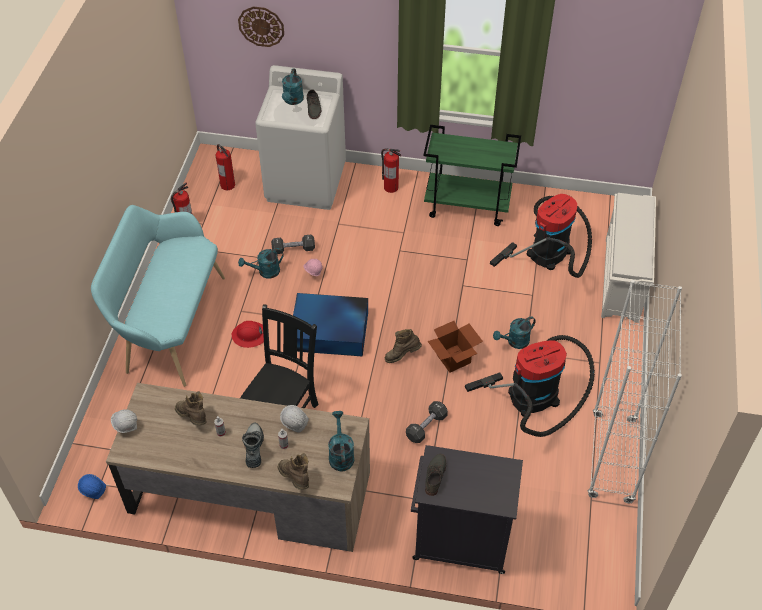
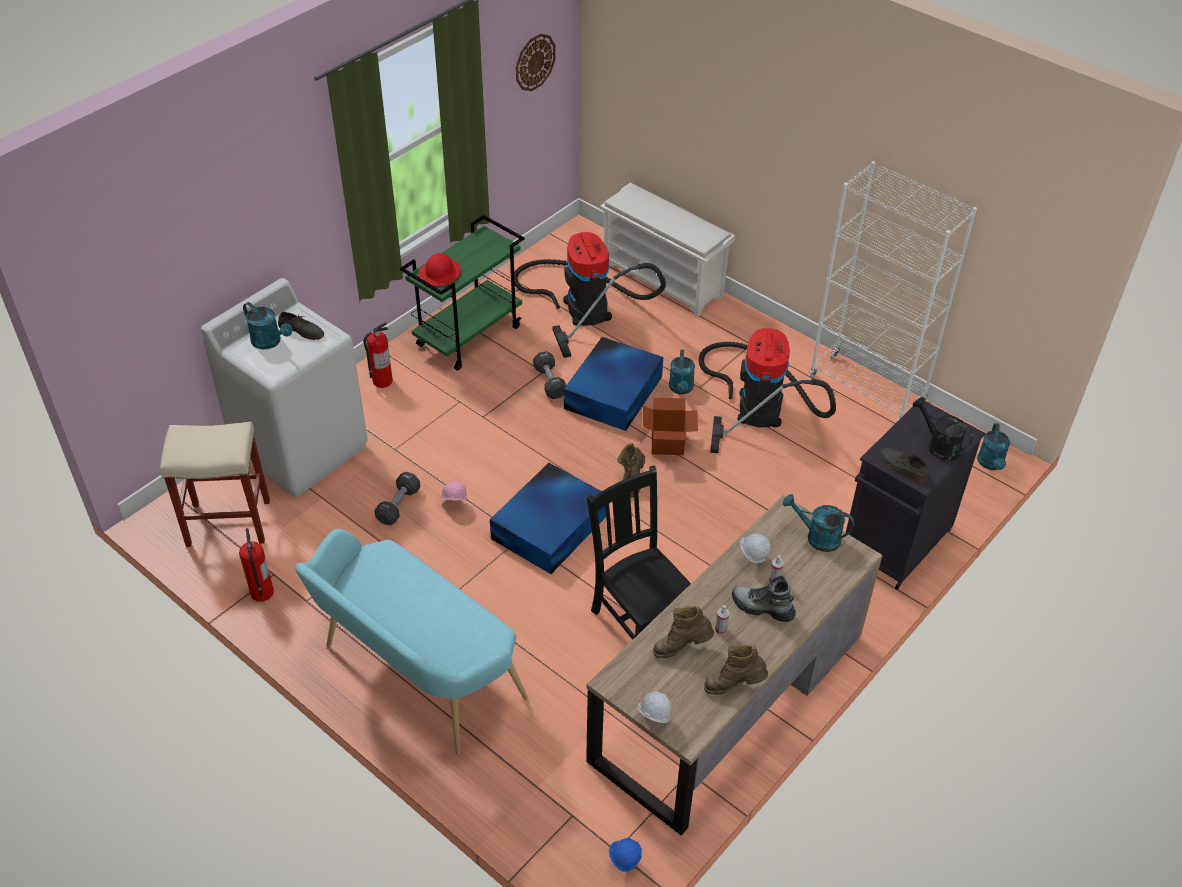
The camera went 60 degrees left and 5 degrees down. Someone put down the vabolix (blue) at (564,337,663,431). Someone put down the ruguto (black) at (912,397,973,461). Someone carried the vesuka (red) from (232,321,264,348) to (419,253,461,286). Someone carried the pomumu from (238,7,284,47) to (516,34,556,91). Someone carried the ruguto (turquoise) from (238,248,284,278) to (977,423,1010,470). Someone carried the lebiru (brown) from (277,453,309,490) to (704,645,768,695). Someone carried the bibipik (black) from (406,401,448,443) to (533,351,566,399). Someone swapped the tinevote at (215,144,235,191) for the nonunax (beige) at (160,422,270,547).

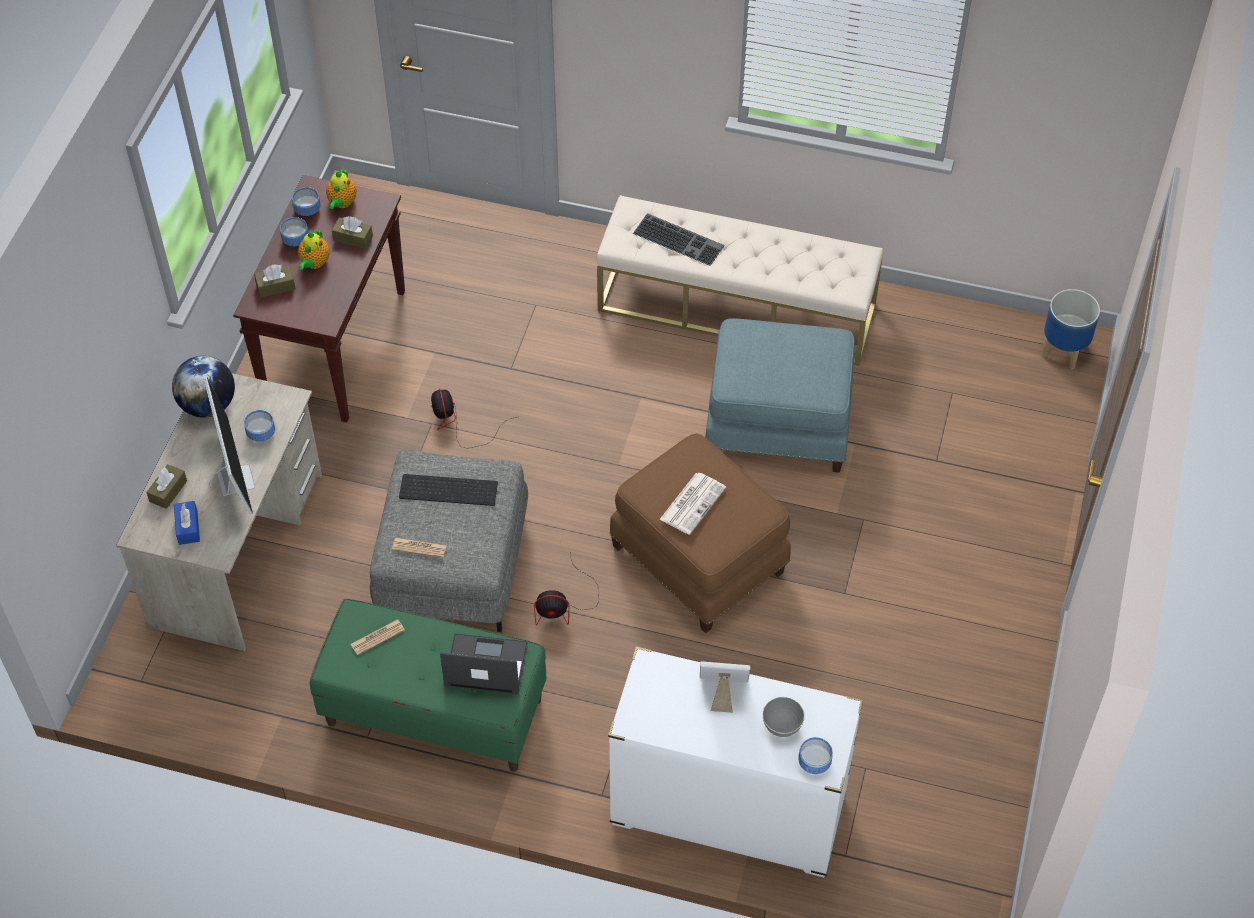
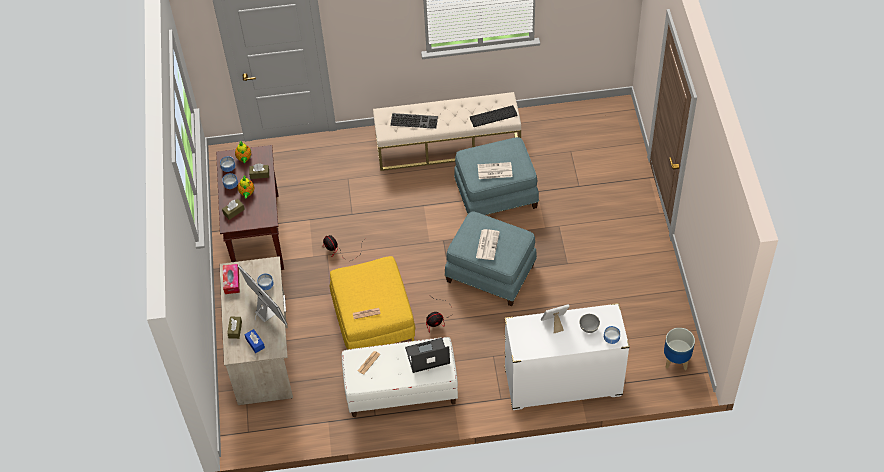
The camera went 20 degrees left and 0 degrees up. Someone put down the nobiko at (478,162,513,179). Someone carried the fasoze from (399,474,498,506) to (470,105,518,127). Someone carried the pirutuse from (1041,289,1100,370) to (664,328,695,370). Someone swapped the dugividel at (172,356,235,418) for the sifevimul at (223,264,240,294). Someone repainted the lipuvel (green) at (310,599,546,772), which became the lipuvel (white) at (342,337,458,417). Someone repainted the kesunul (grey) at (370,450,528,632), which became the kesunul (yellow) at (330,256,415,349). Someone repainted the kesunul (brown) at (610,433,791,633), which became the kesunul (blue) at (445,212,537,306).

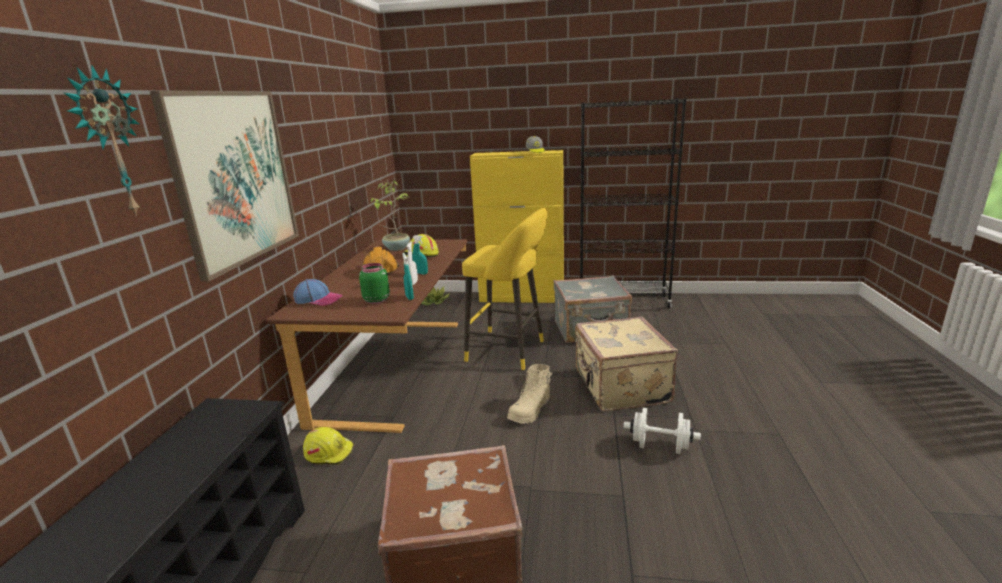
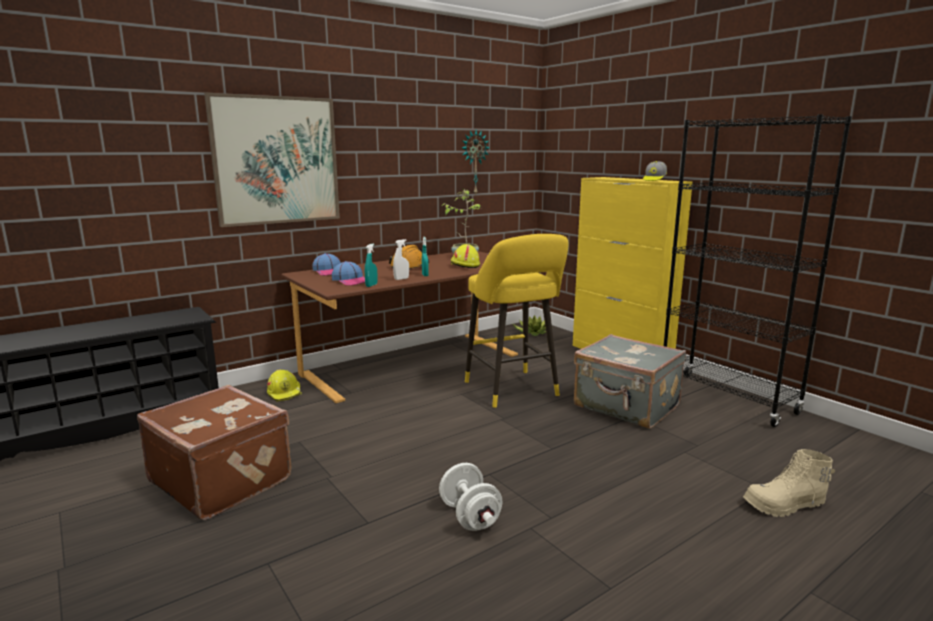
The camera went 45 degrees right and 5 degrees down. Someone took away the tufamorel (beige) at (575,317,678,411). Someone carried the pomumu from (63,64,140,216) to (462,130,489,196). Someone carried the lebiru (beige) from (507,364,552,424) to (743,449,835,517). Someone swapped the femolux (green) at (359,263,390,304) for the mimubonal at (332,261,365,286).

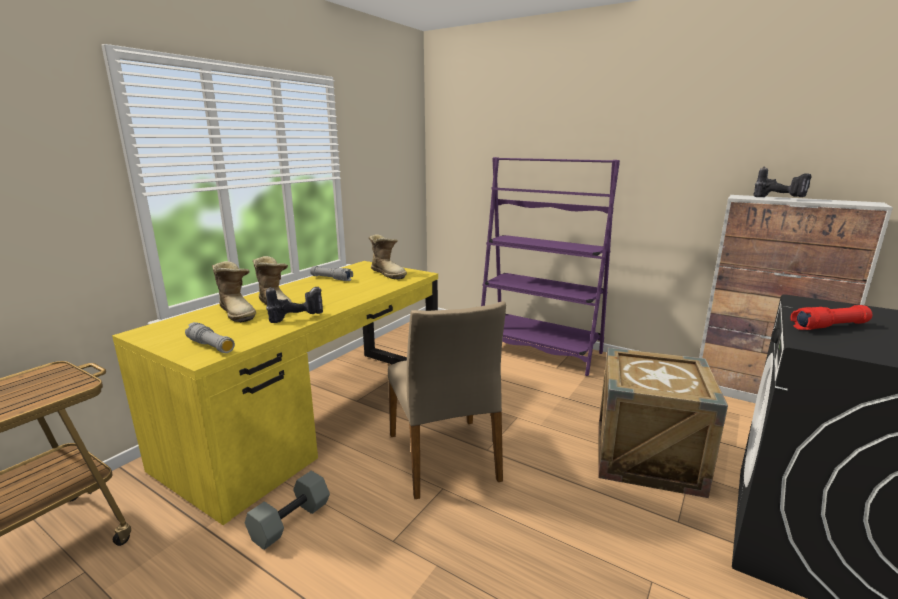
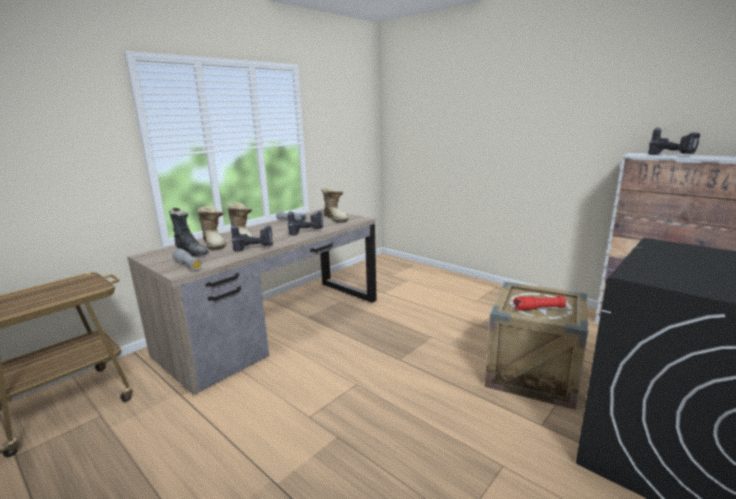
The camera went 10 degrees right and 0 degrees up. Someone took away the bibipik (grey) at (245,471,330,550). Someone took away the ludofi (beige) at (388,301,506,499). Someone took away the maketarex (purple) at (481,157,620,376). Someone put down the lebiru (black) at (169,208,209,256). Someone put down the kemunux at (288,211,323,235). Someone carried the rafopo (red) from (790,305,873,330) to (513,296,566,310). Someone repainted the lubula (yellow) at (112,261,438,525), which became the lubula (brown) at (127,209,377,395).

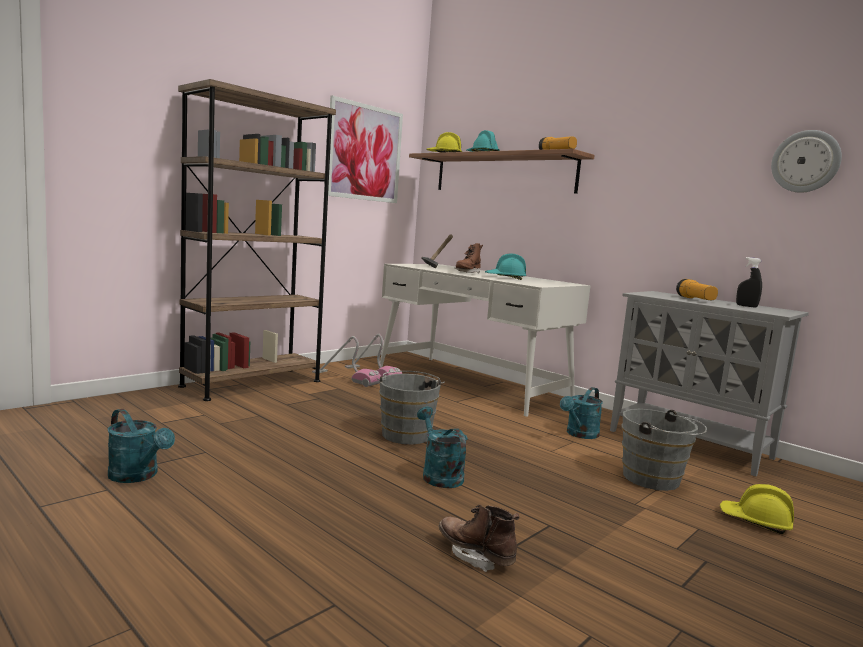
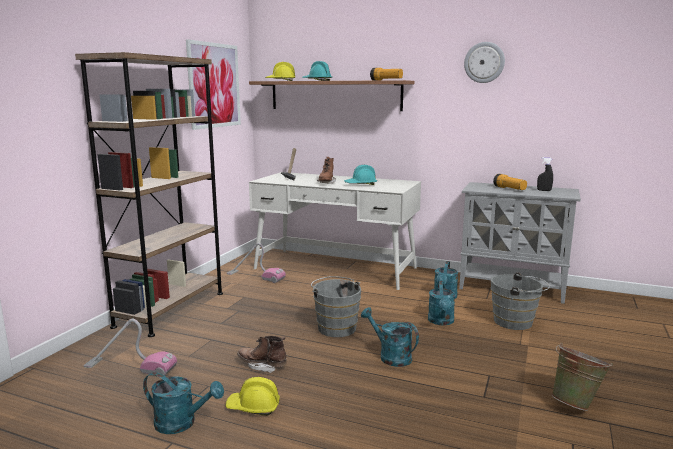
The camera went 20 degrees left and 5 degrees up. Someone put down the ruguto (turquoise) at (428,281,455,325). Someone put down the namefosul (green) at (552,343,613,411). Someone carried the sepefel from (312,336,381,387) to (83,319,177,376). Someone carried the lebiru (brown) from (438,505,519,572) to (237,336,287,373). Someone carried the vesuka (yellow) from (720,484,794,534) to (225,377,280,416). Someone carried the pomumu from (771,130,842,193) to (464,42,505,83).

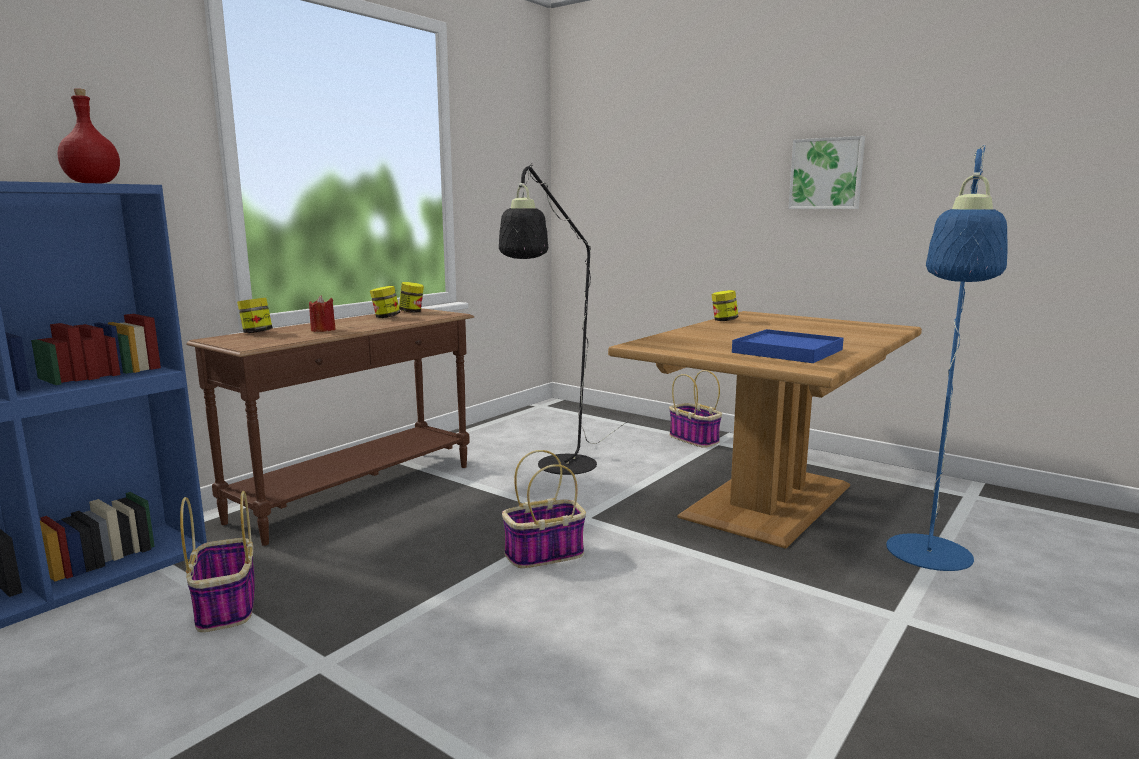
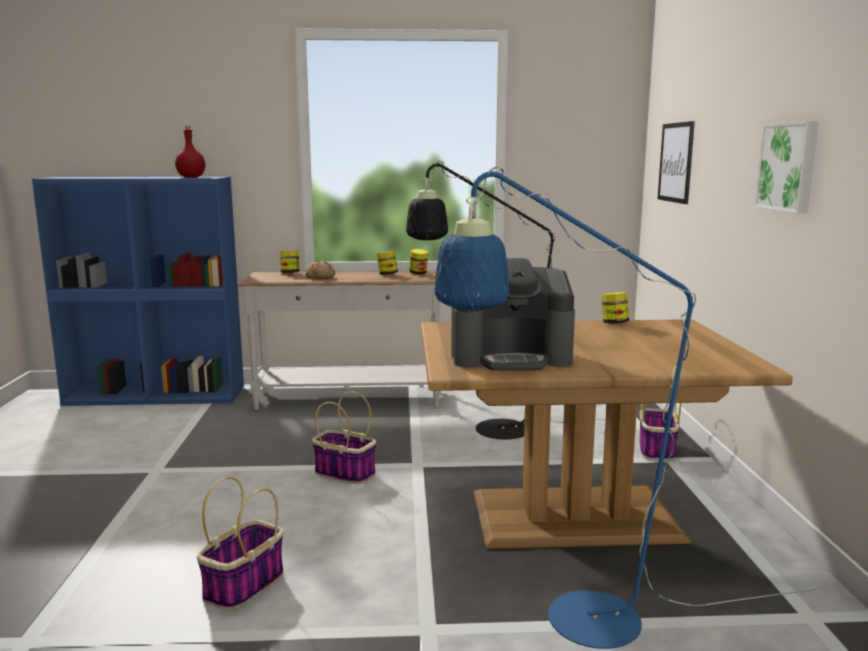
The camera went 50 degrees right and 0 degrees up. Someone put up the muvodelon at (658,121,695,204). Someone carried the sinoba from (180,491,255,632) to (197,477,284,610). Someone swapped the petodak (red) at (309,295,336,332) for the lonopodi at (305,261,335,279). Someone swapped the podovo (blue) at (732,329,844,363) for the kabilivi at (451,258,575,370). Someone repainted the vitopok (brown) at (186,308,474,546), which became the vitopok (white) at (238,271,441,410).

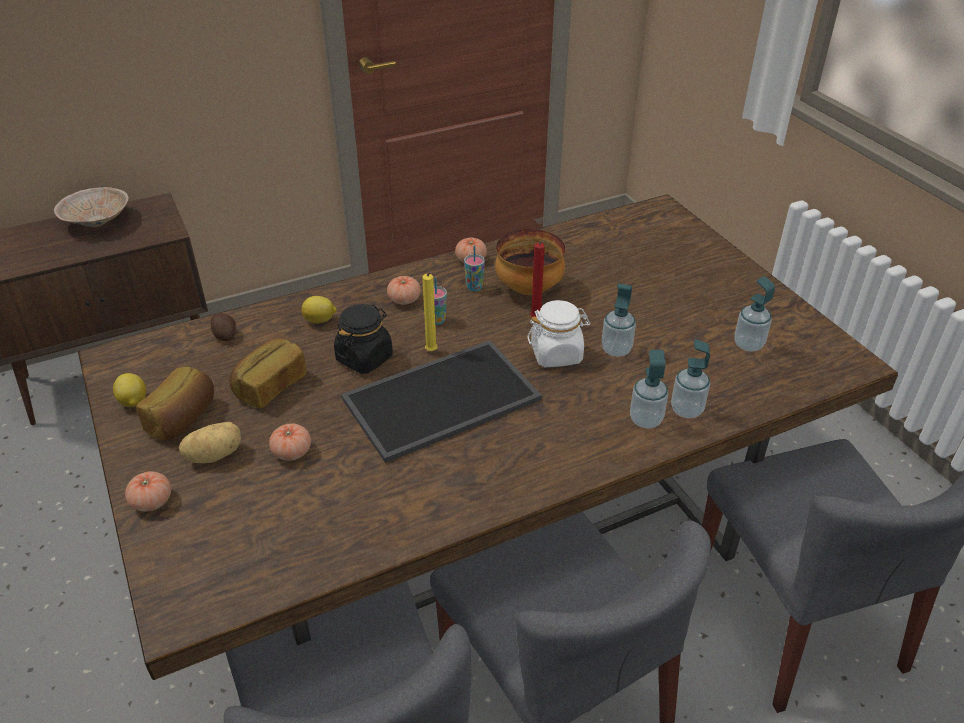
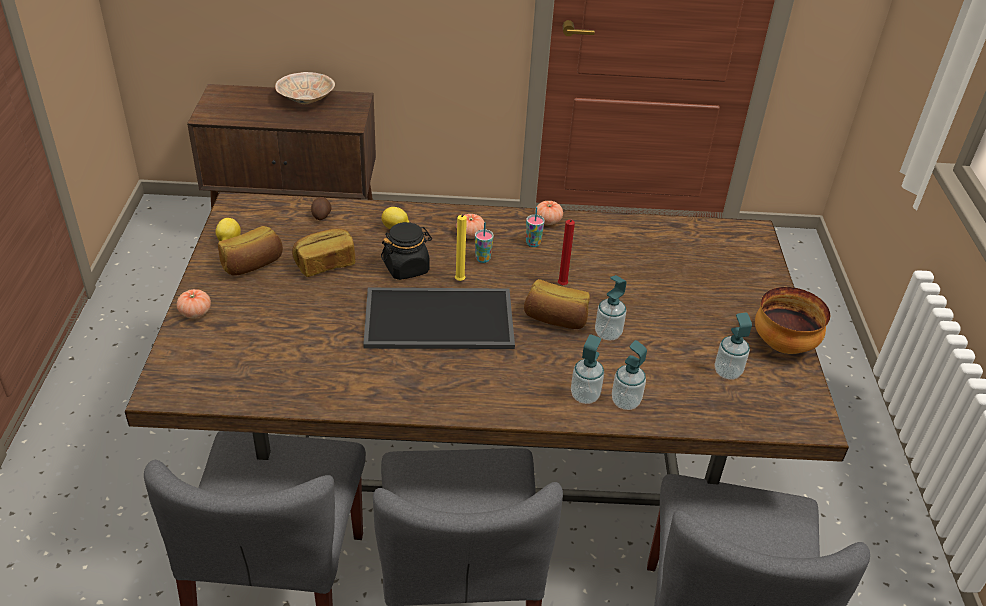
The camera went 25 degrees right and 0 degrees up. Someone took away the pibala at (179,422,241,463). Someone took away the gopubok at (269,423,311,461). Someone carried the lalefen from (495,229,566,295) to (755,287,830,354). Someone swapped the femolux (white) at (527,300,590,367) for the lonopodi at (524,279,590,329).

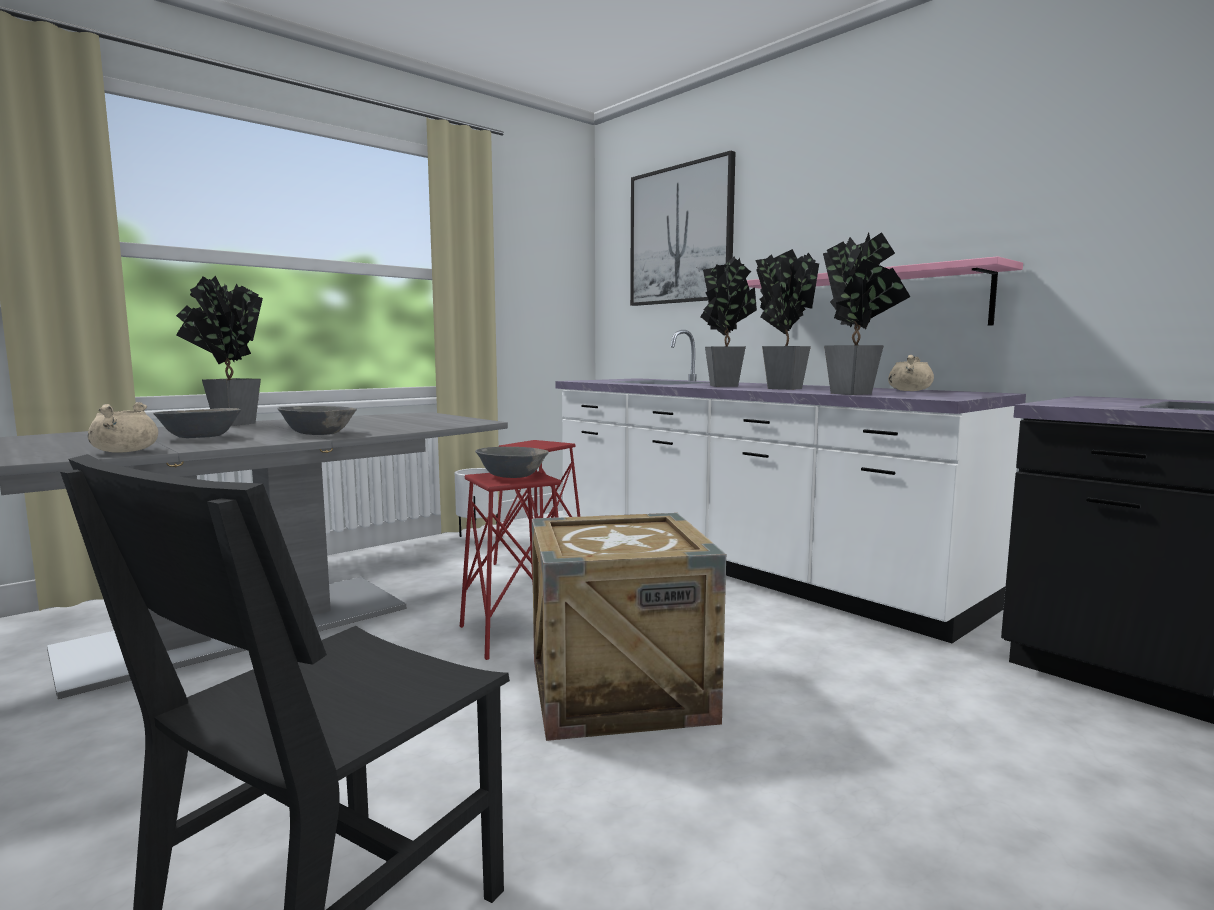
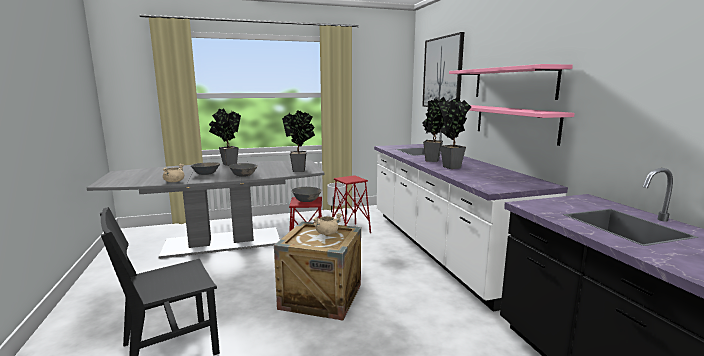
The camera went 25 degrees right and 5 degrees up. Someone put up the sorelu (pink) at (449,64,573,100). Someone carried the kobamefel from (823,232,911,395) to (282,110,315,172). Someone carried the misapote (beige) from (888,355,934,391) to (313,213,342,235).

